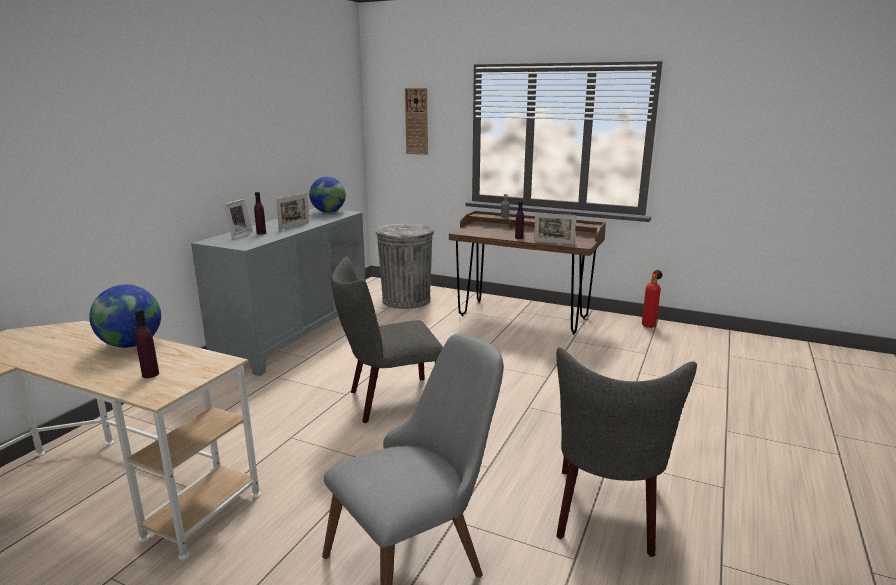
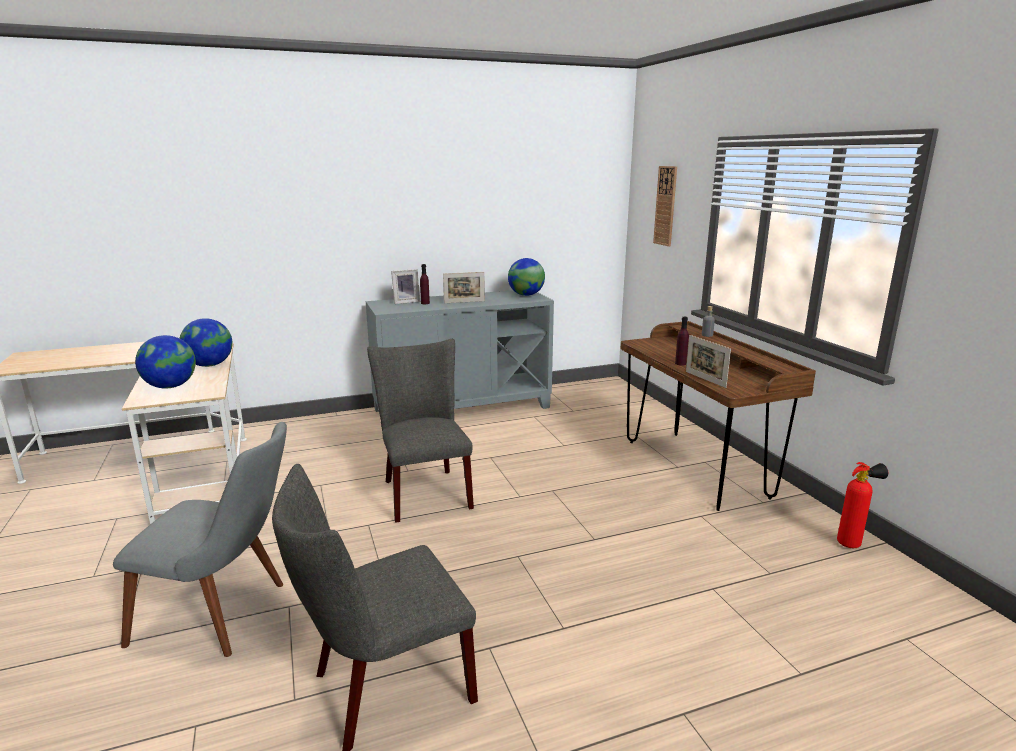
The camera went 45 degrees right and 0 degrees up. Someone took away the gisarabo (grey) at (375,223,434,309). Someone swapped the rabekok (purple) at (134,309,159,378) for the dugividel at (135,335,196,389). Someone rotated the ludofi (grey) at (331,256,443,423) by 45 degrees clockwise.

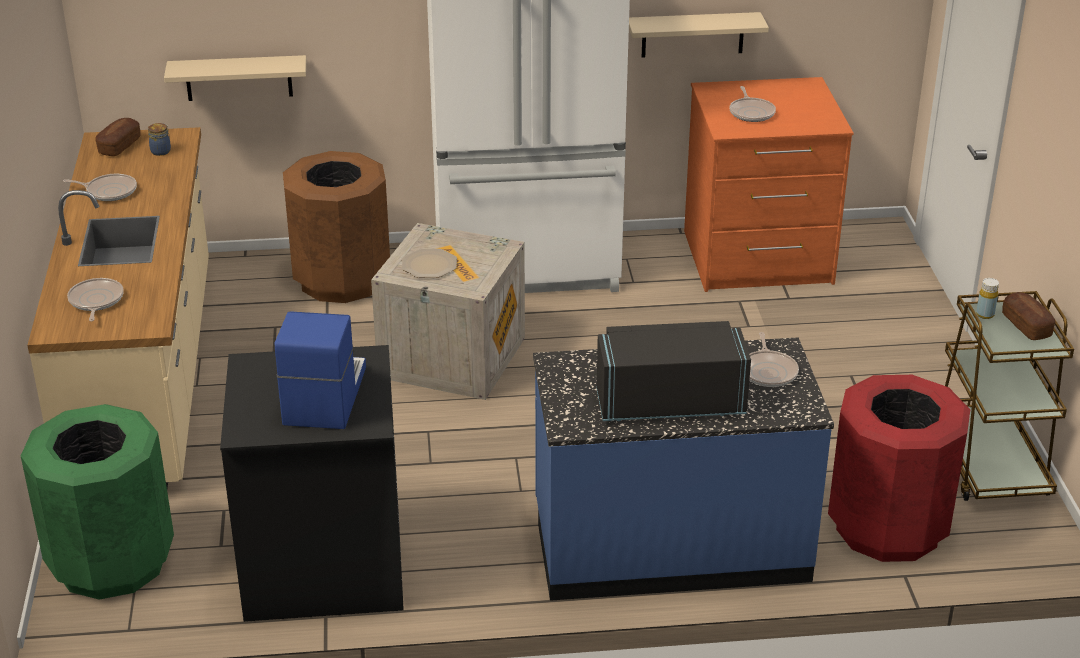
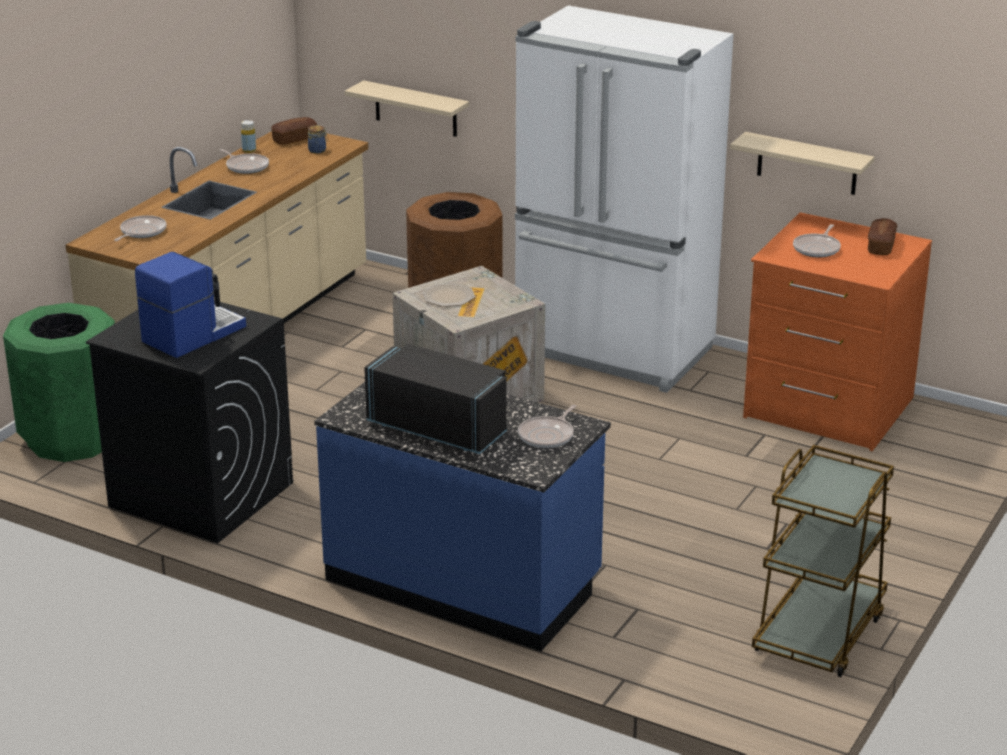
The camera went 35 degrees right and 5 degrees down. Someone took away the gisarabo (red) at (828,375,970,562). Someone carried the rabekok (yellow) from (976,278,999,319) to (241,120,256,153). Someone carried the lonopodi from (1002,292,1056,340) to (868,218,897,255).

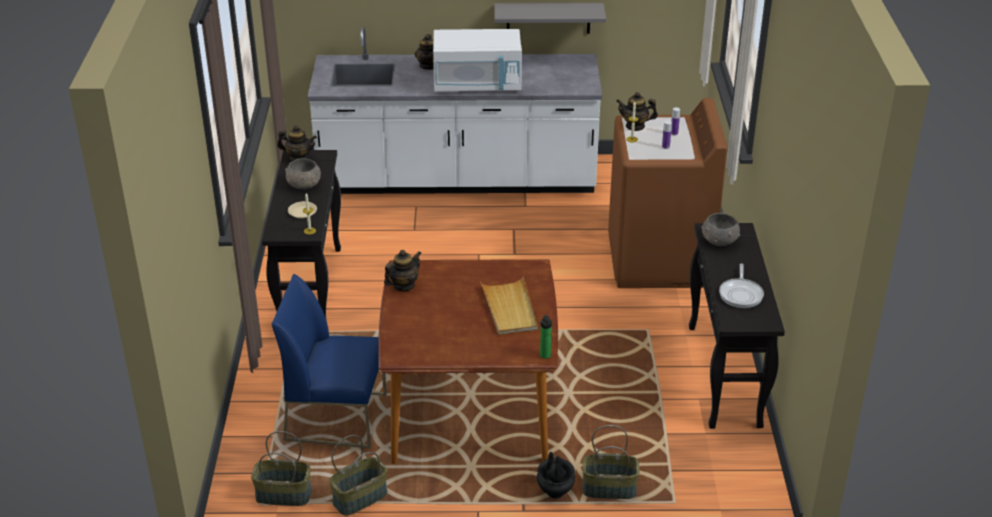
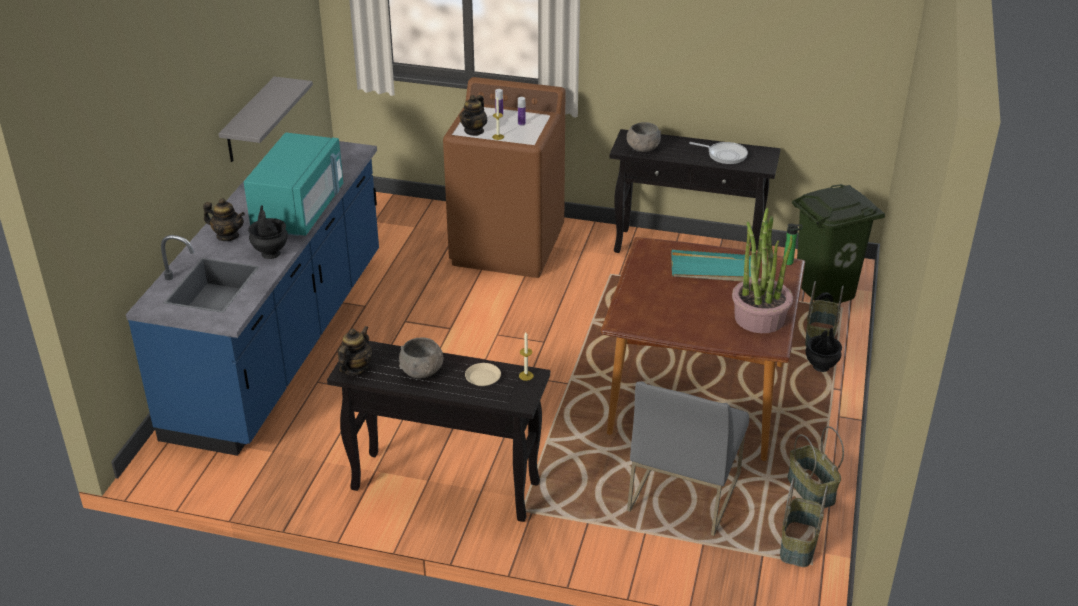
The camera went 75 degrees left and 0 degrees up. Someone took away the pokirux at (384,250,421,291). Someone put down the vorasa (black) at (248,205,288,259). Someone put down the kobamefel at (732,207,793,333). Someone put down the gisarabo (green) at (792,184,885,304). Someone repainted the ludofi (blue) at (272,274,386,448), which became the ludofi (grey) at (627,381,749,536). Someone repainted the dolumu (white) at (307,26,602,194), which became the dolumu (blue) at (126,141,379,456). Someone repainted the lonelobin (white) at (433,29,522,91), which became the lonelobin (turquoise) at (244,133,343,236). Someone repainted the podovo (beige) at (480,277,538,335), which became the podovo (turquoise) at (672,250,751,282).

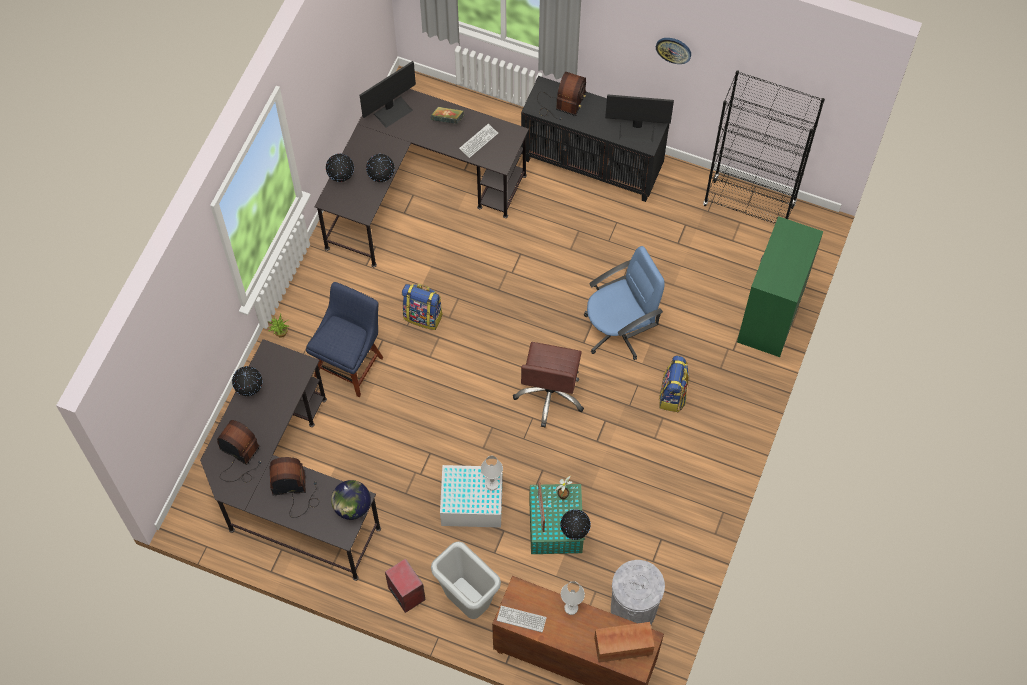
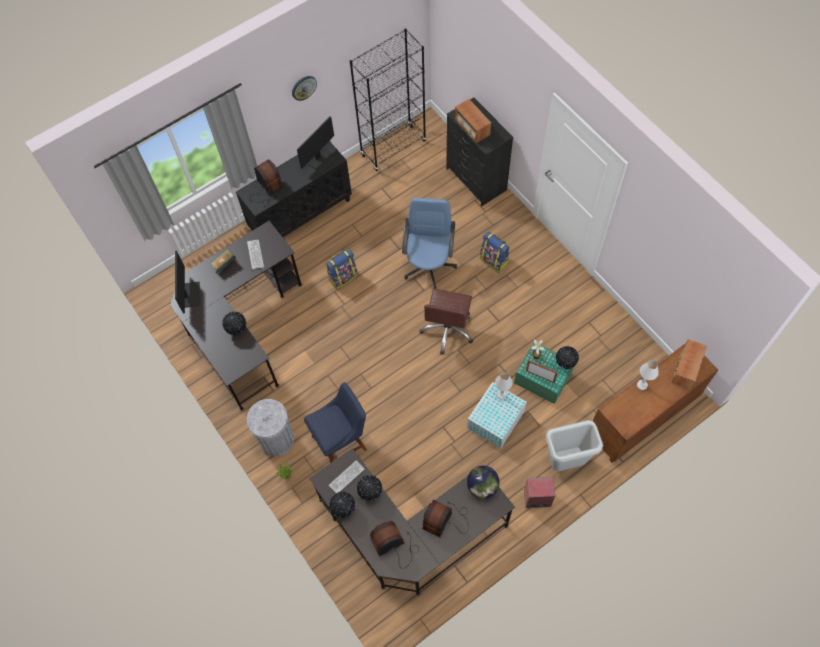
The camera went 55 degrees left and 0 degrees up. Someone put down the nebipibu at (455,99,491,143). Someone carried the dugividel from (326,154,354,182) to (357,475,382,501). Someone carried the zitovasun from (402,284,443,330) to (326,249,358,289). Someone carried the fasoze from (497,606,547,632) to (329,461,364,493). Someone carried the gisarabo (grey) from (611,560,665,625) to (247,399,294,456). Someone repainted the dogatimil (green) at (737,216,823,357), which became the dogatimil (black) at (446,97,514,207). Someone rotated the ludofi (blue) at (306,282,383,398) by 90 degrees clockwise. Someone rotated the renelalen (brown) at (513,342,584,427) by 60 degrees clockwise.

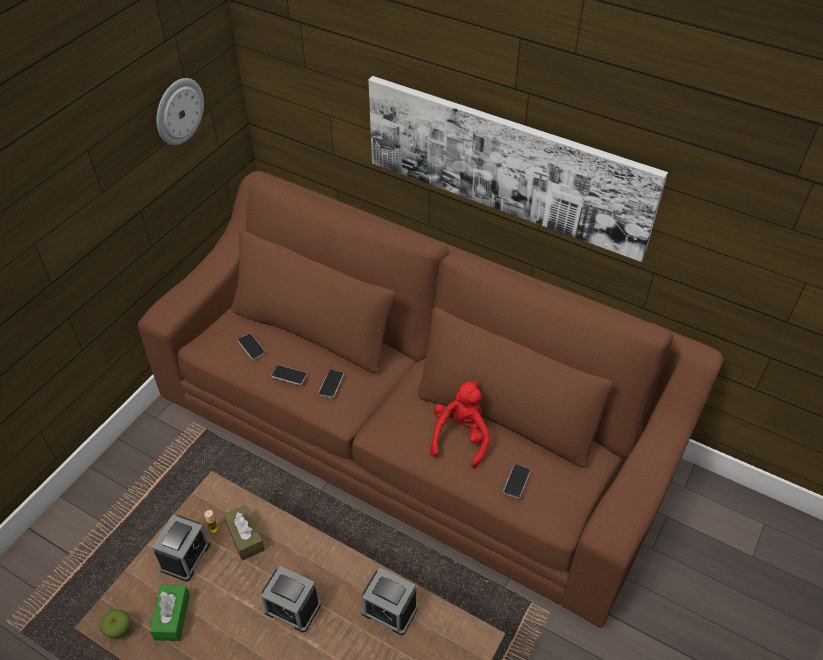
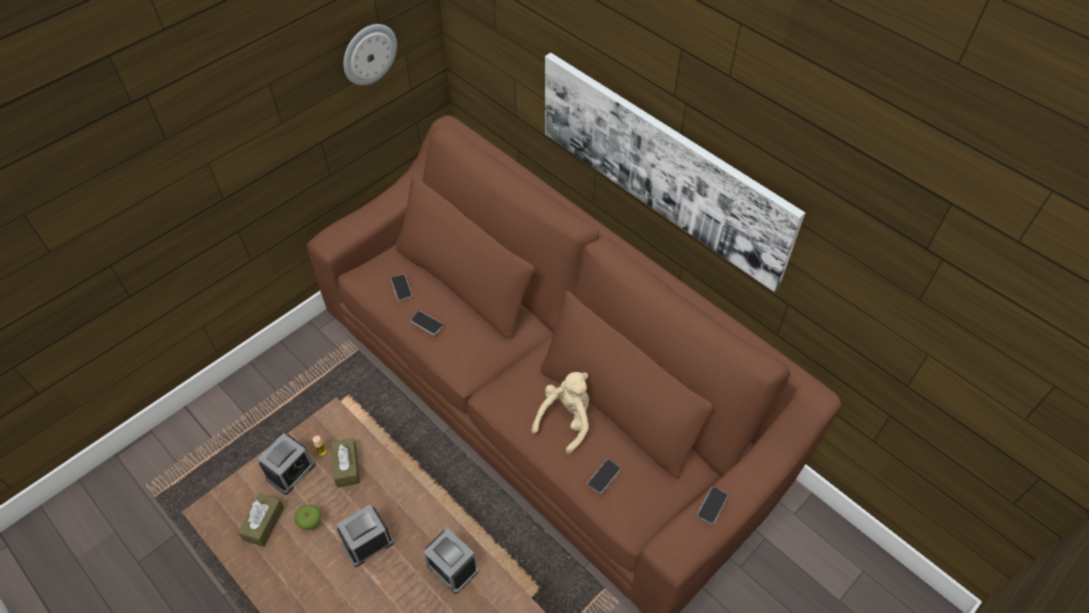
The camera went 15 degrees right and 5 degrees up. Someone carried the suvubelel from (100,609,130,639) to (294,504,321,530). Someone carried the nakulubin from (318,369,344,398) to (697,487,728,524). Someone repainted the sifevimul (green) at (149,585,190,641), which became the sifevimul (brown) at (238,493,284,547). Someone repainted the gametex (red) at (430,381,490,469), which became the gametex (beige) at (532,372,589,454). Someone rotated the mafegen at (261,566,321,633) by 105 degrees clockwise.

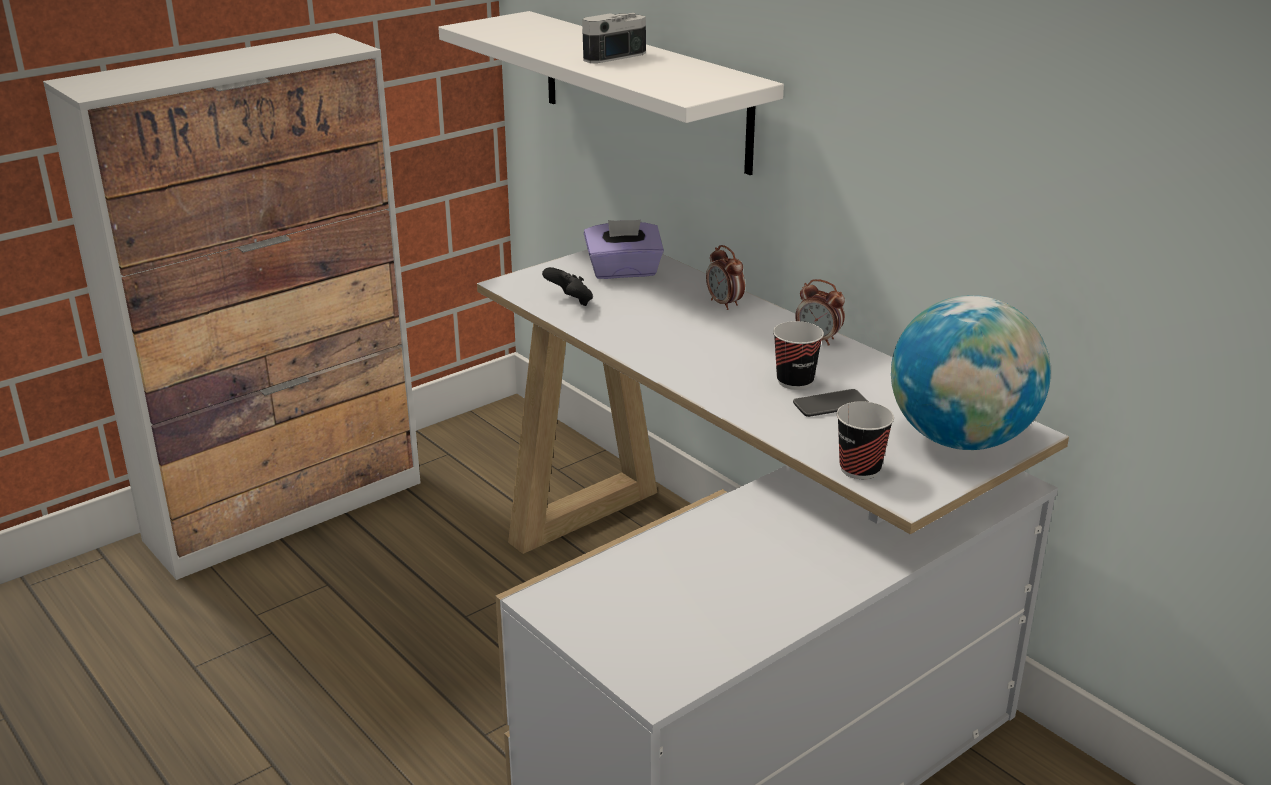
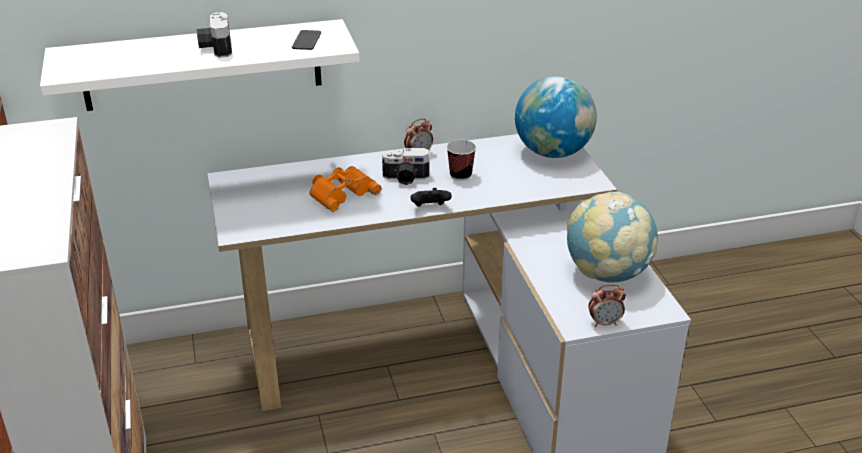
The camera went 65 degrees left and 5 degrees up. Someone took away the sifevimul (purple) at (584,220,664,279). Someone took away the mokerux at (837,401,894,479). Someone put down the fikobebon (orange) at (309,166,381,212). Someone put down the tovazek at (382,148,429,185). Someone put down the dugividel at (567,192,658,283). Someone carried the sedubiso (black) from (542,267,593,306) to (411,188,452,207). Someone carried the mafegen from (706,245,745,310) to (588,284,626,327). Someone carried the nakulubin from (793,389,869,417) to (292,30,321,50).

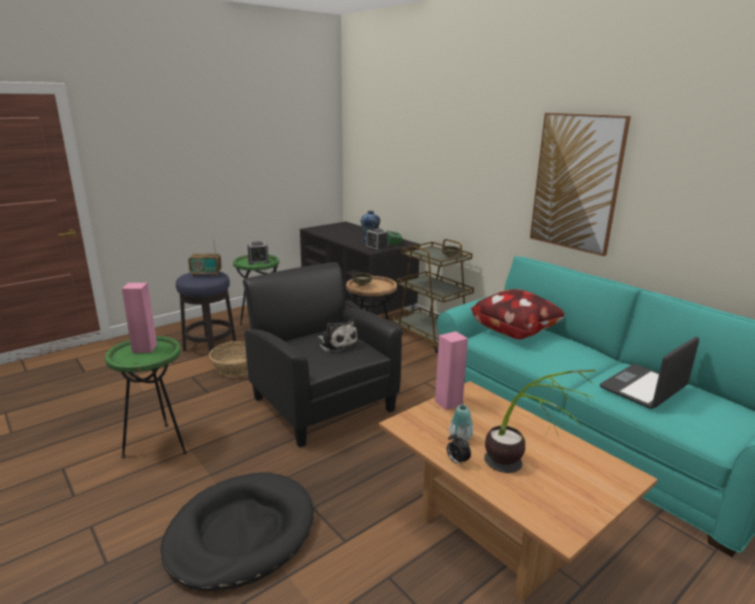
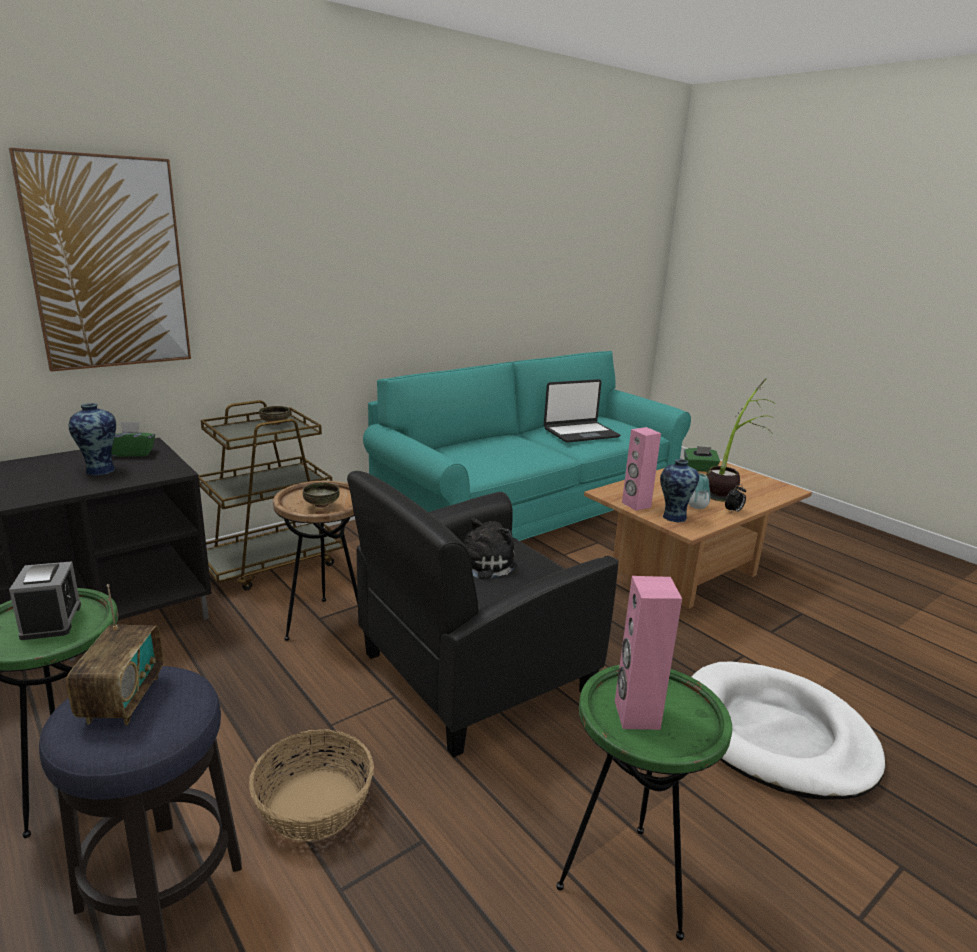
The camera went 90 degrees left and 0 degrees up. Someone took away the mafegen at (366,228,388,252). Someone took away the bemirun at (471,289,564,340). Someone put down the vorasa at (660,459,699,522). Someone put down the sifevimul (green) at (684,446,720,472). Someone carried the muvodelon from (530,113,631,256) to (9,148,191,372). Someone repainted the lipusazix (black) at (161,472,314,591), which became the lipusazix (white) at (692,662,886,800). Someone rotated the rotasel at (600,336,699,409) by 75 degrees counterclockwise.

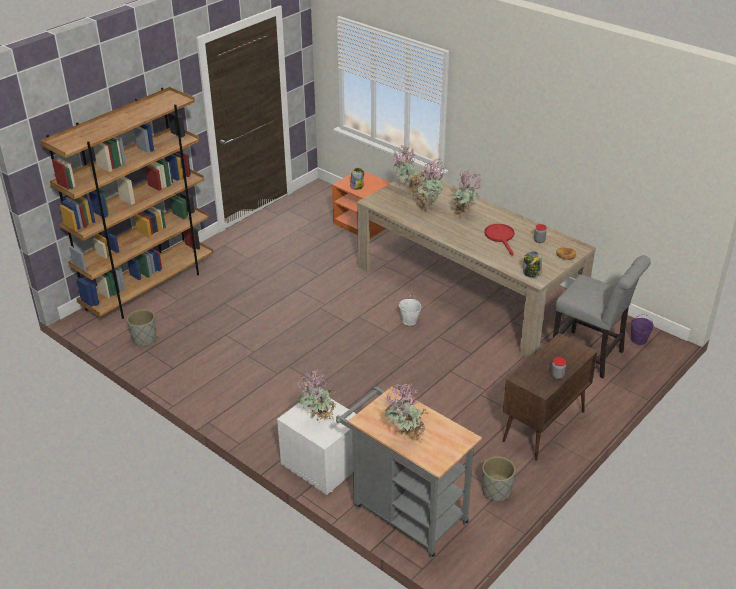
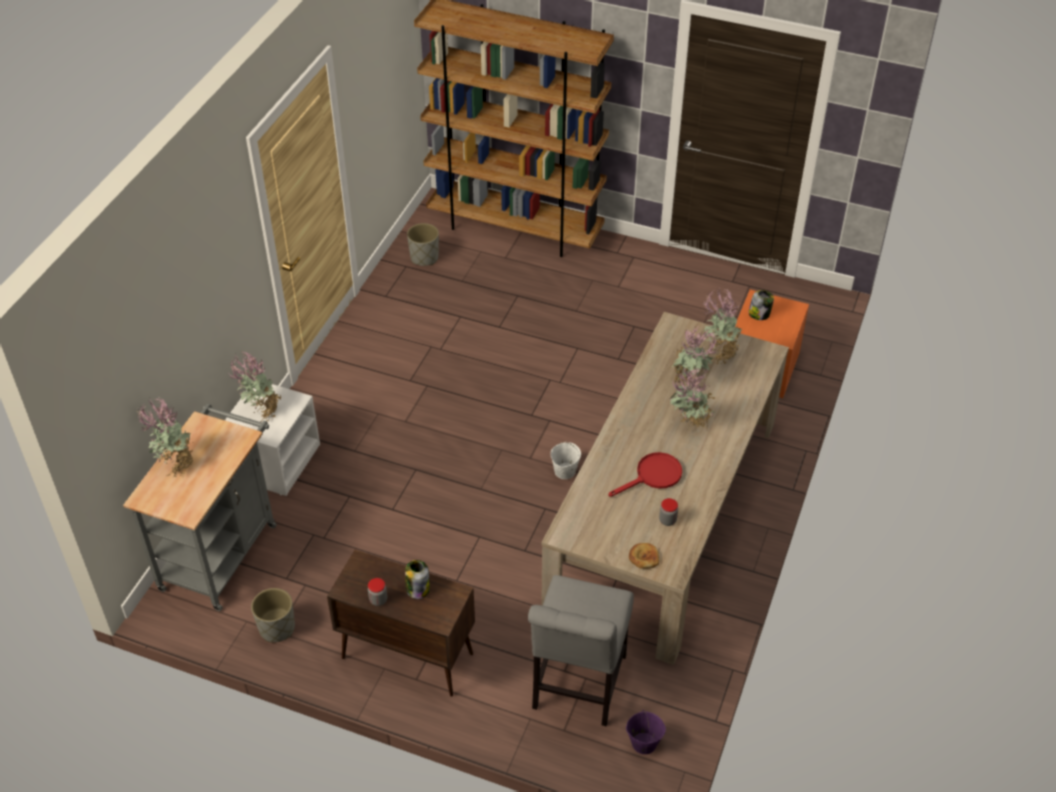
The camera went 70 degrees right and 10 degrees up. Someone carried the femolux from (524,252,542,277) to (405,560,429,599).

